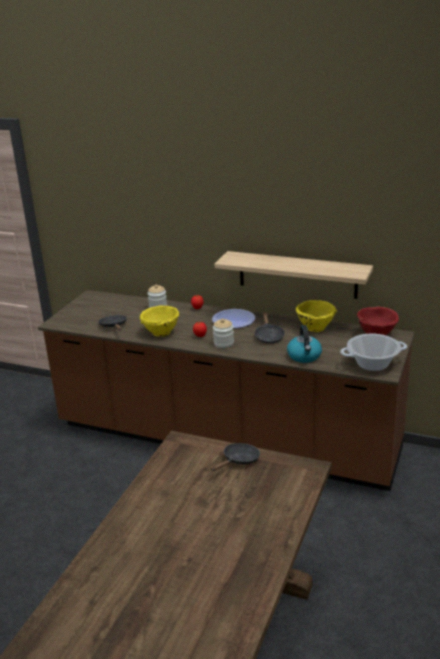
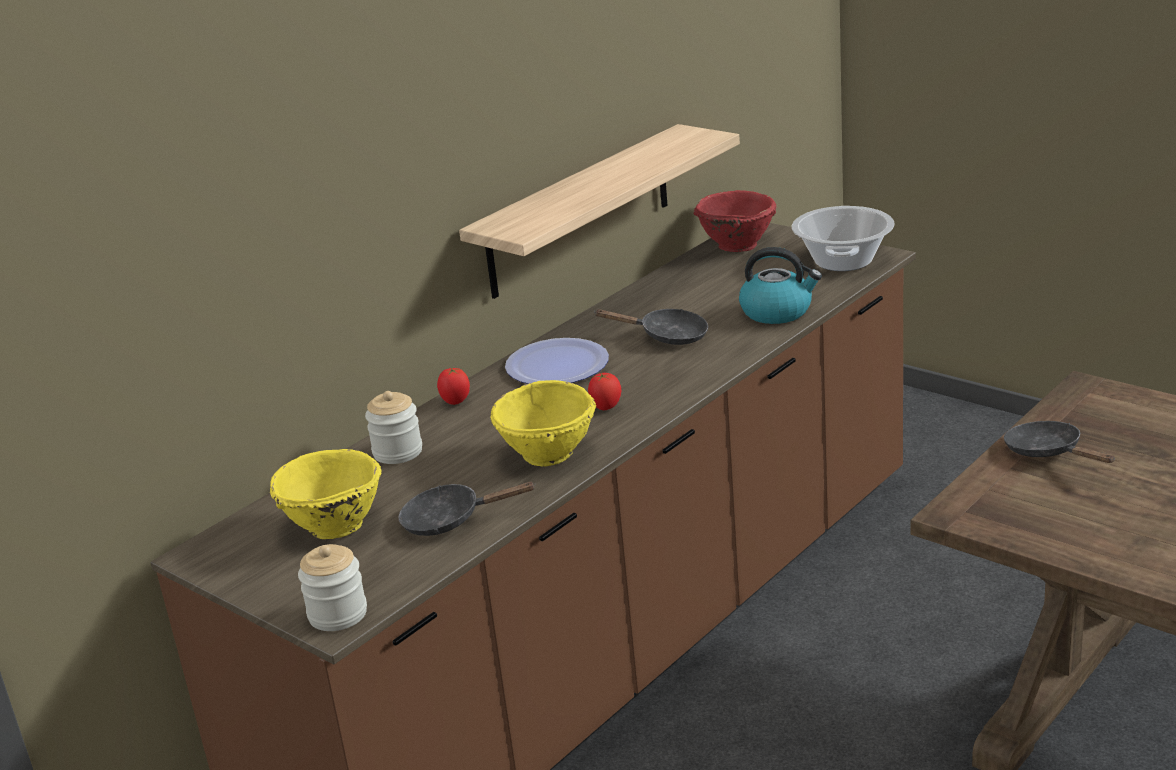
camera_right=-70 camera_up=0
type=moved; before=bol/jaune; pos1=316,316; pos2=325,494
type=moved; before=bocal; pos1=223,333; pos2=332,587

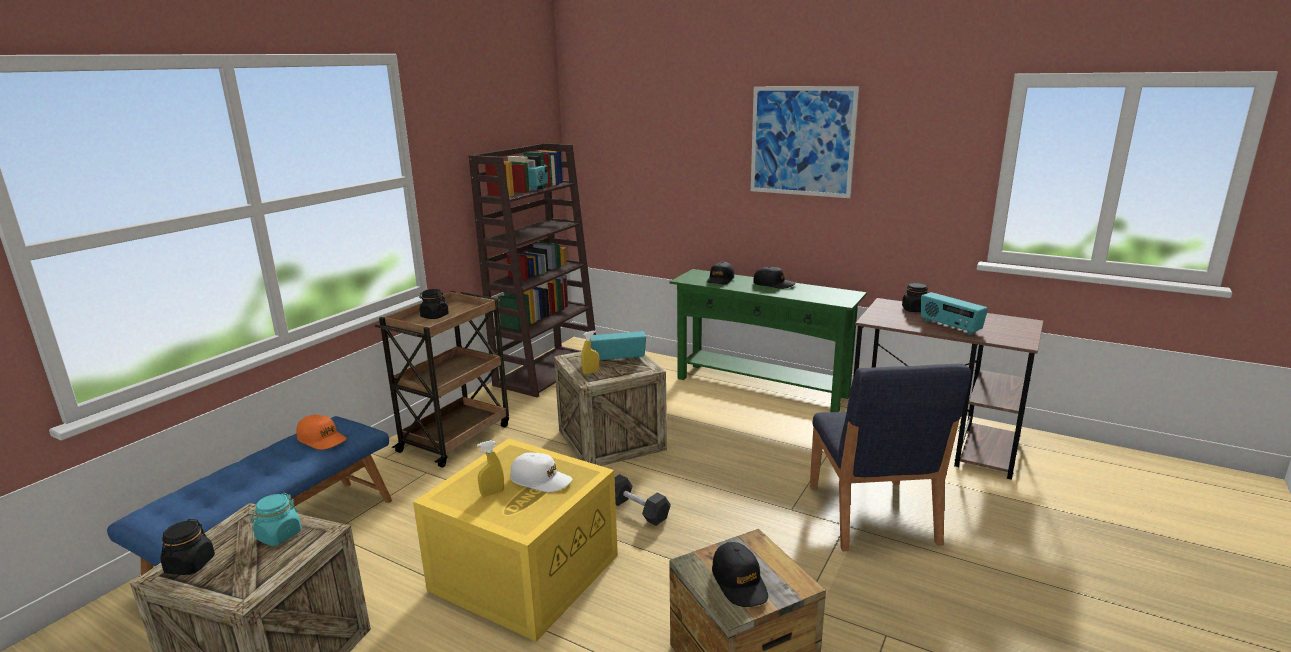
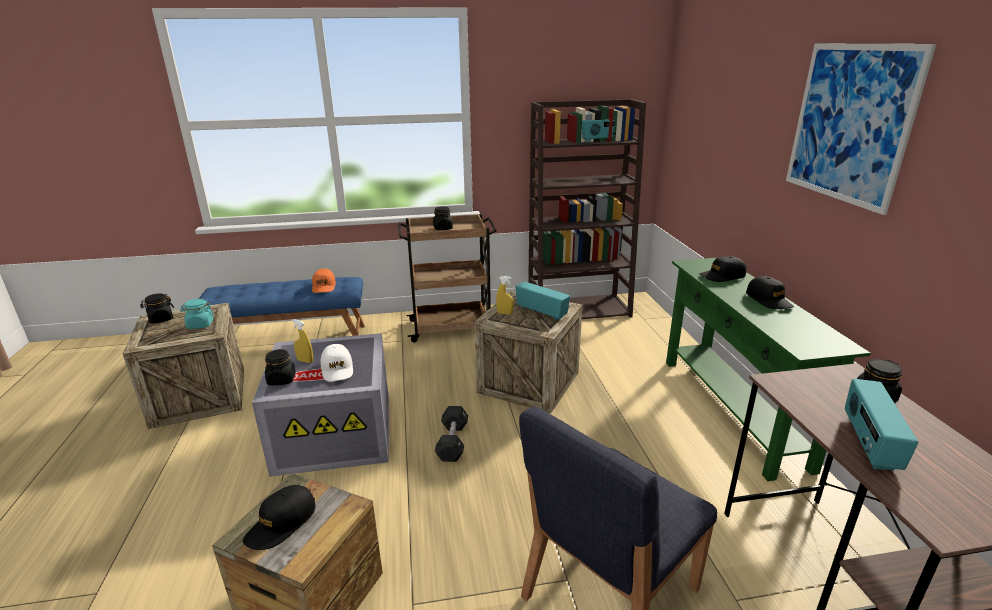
camera_right=50 camera_up=5
type=recoloured; before=boîte de rangement/jaune; after=boîte de rangement/gris; pos1=515,540; pos2=320,405
type=added; after=bocal/noir; pos2=280,367

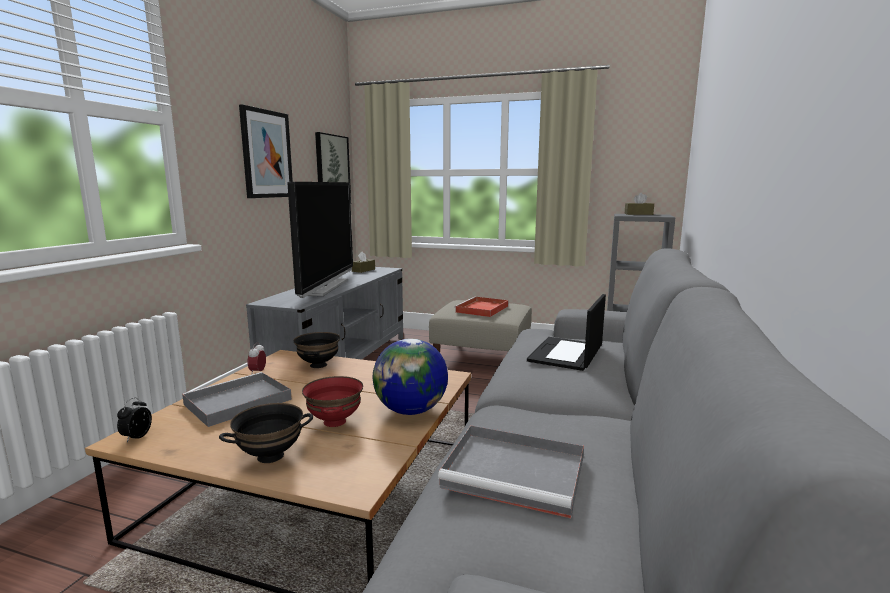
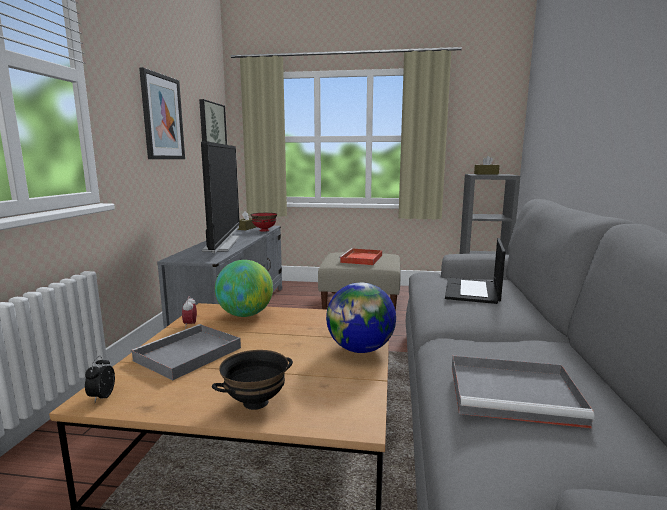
camera_right=-10 camera_up=0
type=replaced; before=bol/noir; after=globe; pos1=316,350; pos2=244,288
type=moved; before=bol/rouge; pos1=332,401; pos2=263,222

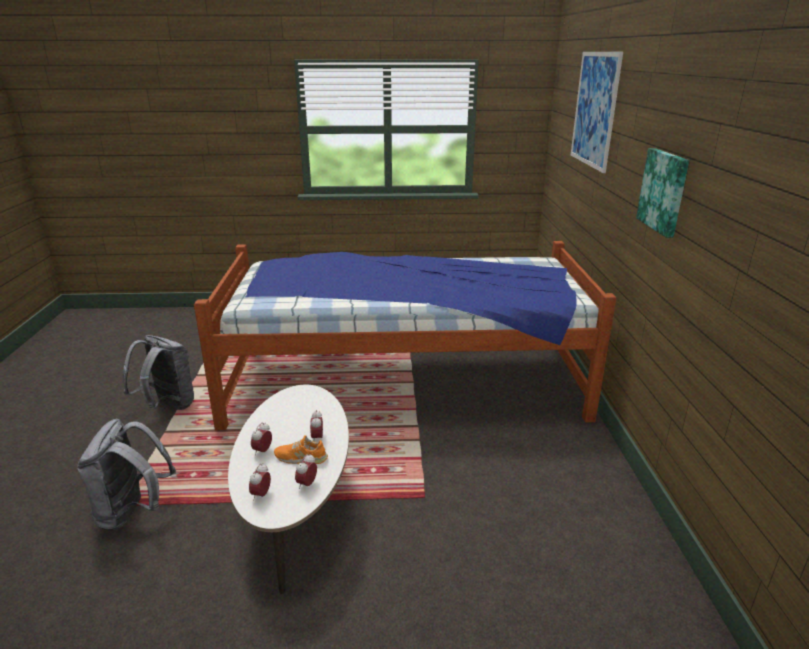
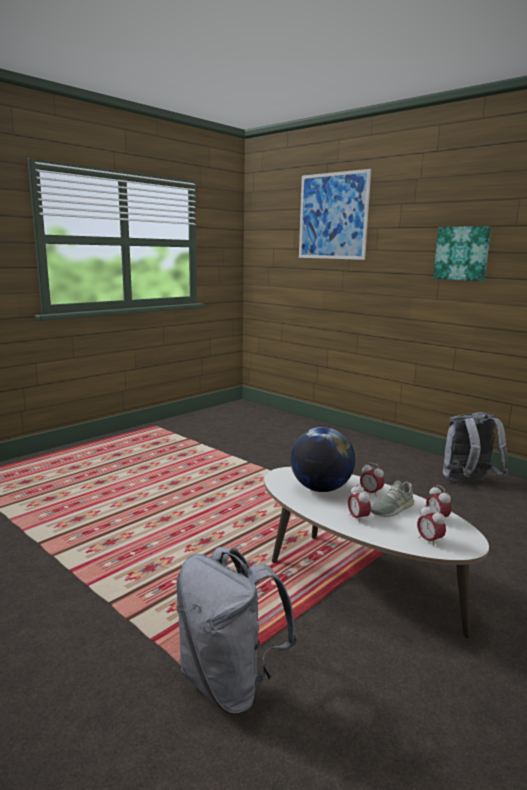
camera_right=-45 camera_up=-10
type=added; after=globe; pos2=322,459
type=recoloured; before=chaussure/orange; after=chaussure/gris; pos1=301,449; pos2=392,499
type=moved; before=sac à dos/gris; pos1=158,372; pos2=476,447
type=removed; before=lit; pos1=405,335

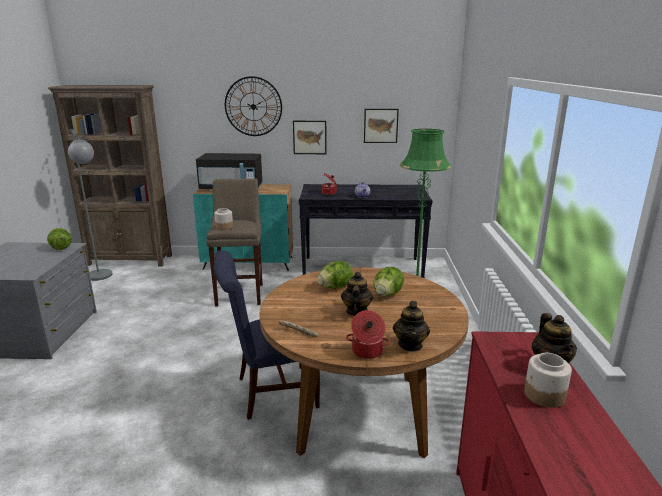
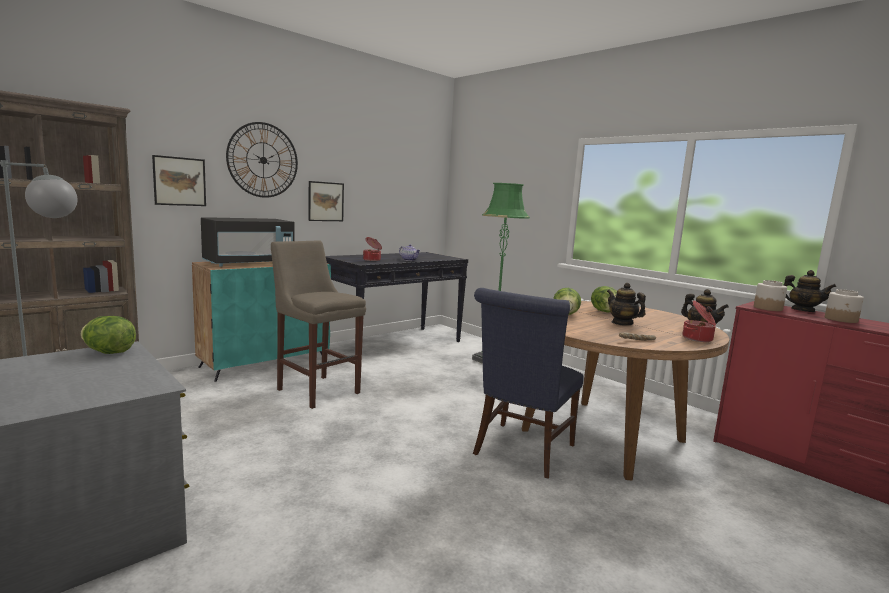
camera_right=-45 camera_up=-10
type=moved; before=tableau; pos1=381,126; pos2=179,180
type=moved; before=bocal; pos1=223,219; pos2=770,295

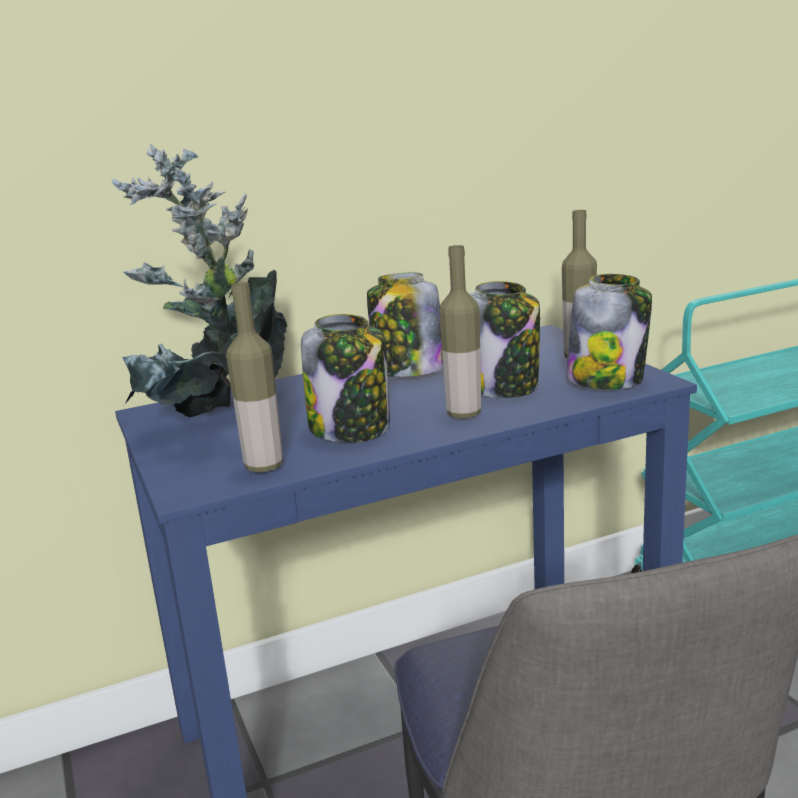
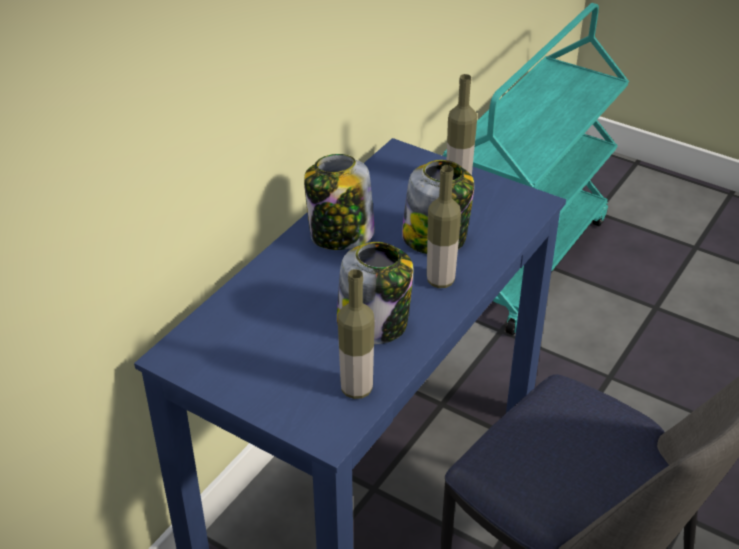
camera_right=-35 camera_up=20
type=removed; before=plante en pot; pos1=199,281
type=removed; before=bocal; pos1=609,332

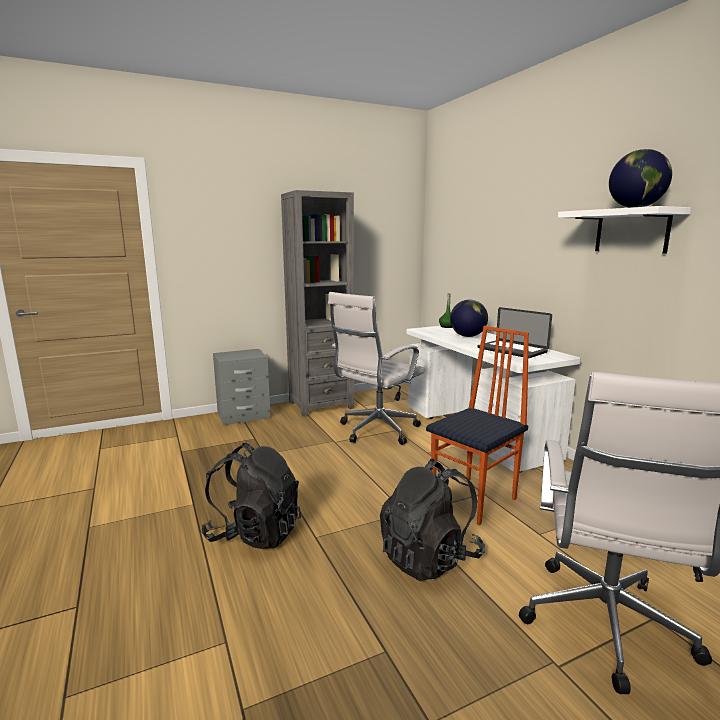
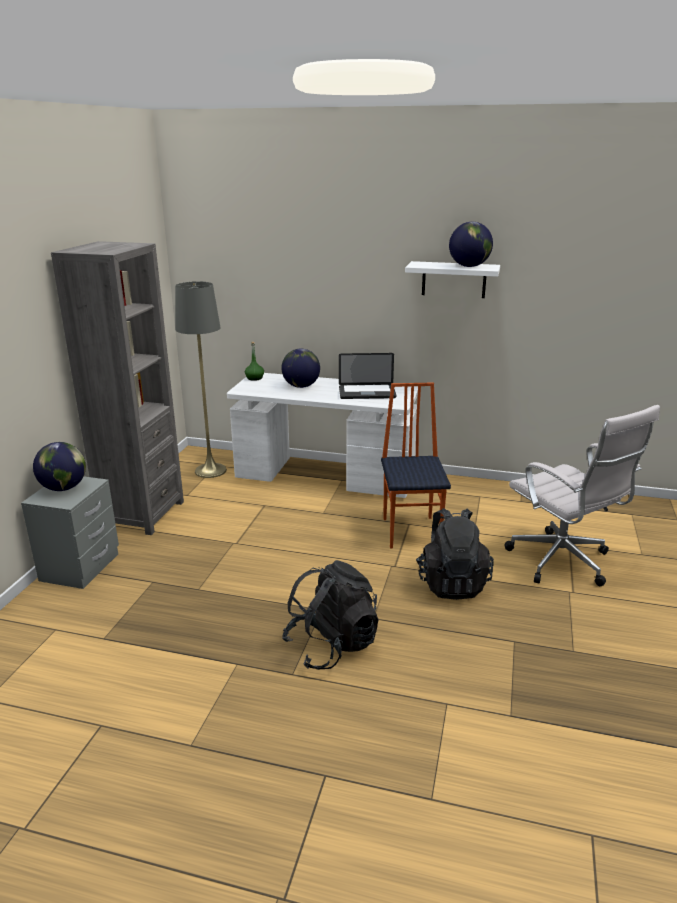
camera_right=-50 camera_up=10
type=added; after=globe; pos2=59,466
type=added; after=lampadaire/gris; pos2=201,379
type=removed; before=chaise de bureau/blanc; pos1=376,368

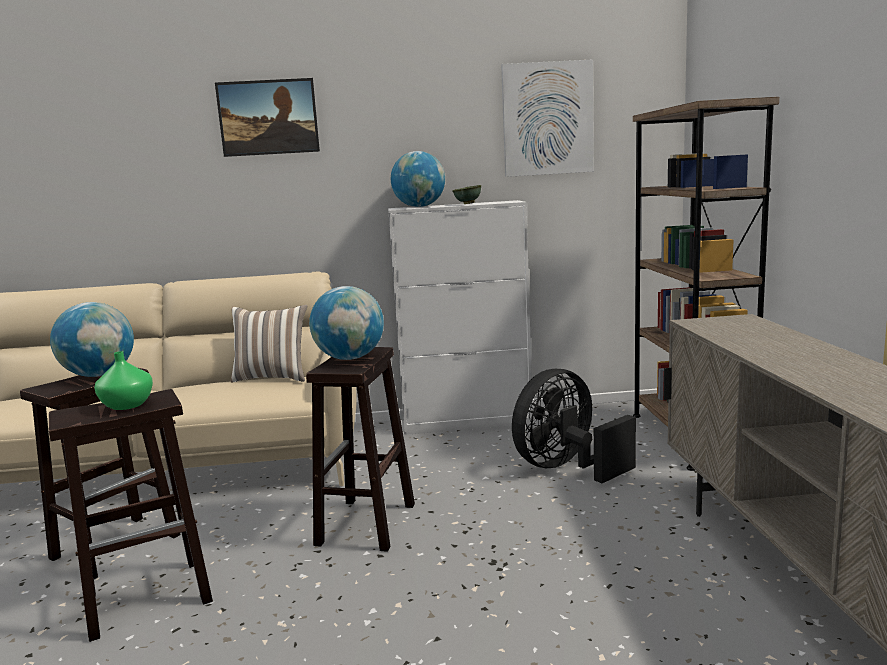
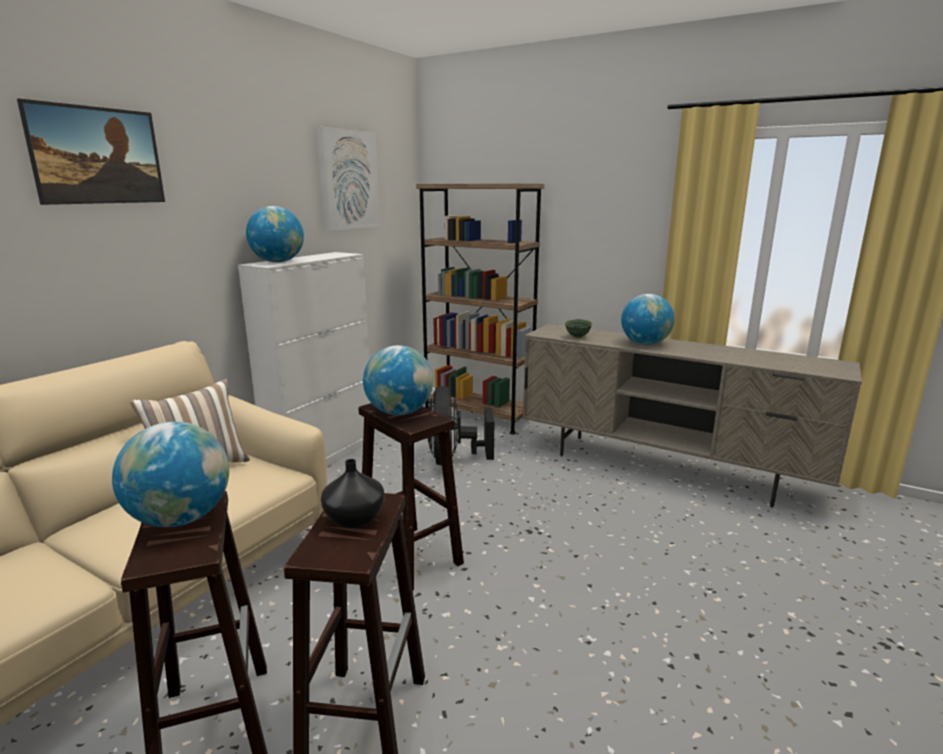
camera_right=-55 camera_up=5
type=recoloured; before=vase/vert; after=vase/noir; pos1=123,380; pos2=353,494
type=moved; before=bol/vert; pos1=467,194; pos2=578,328
type=added; after=globe; pos2=647,319

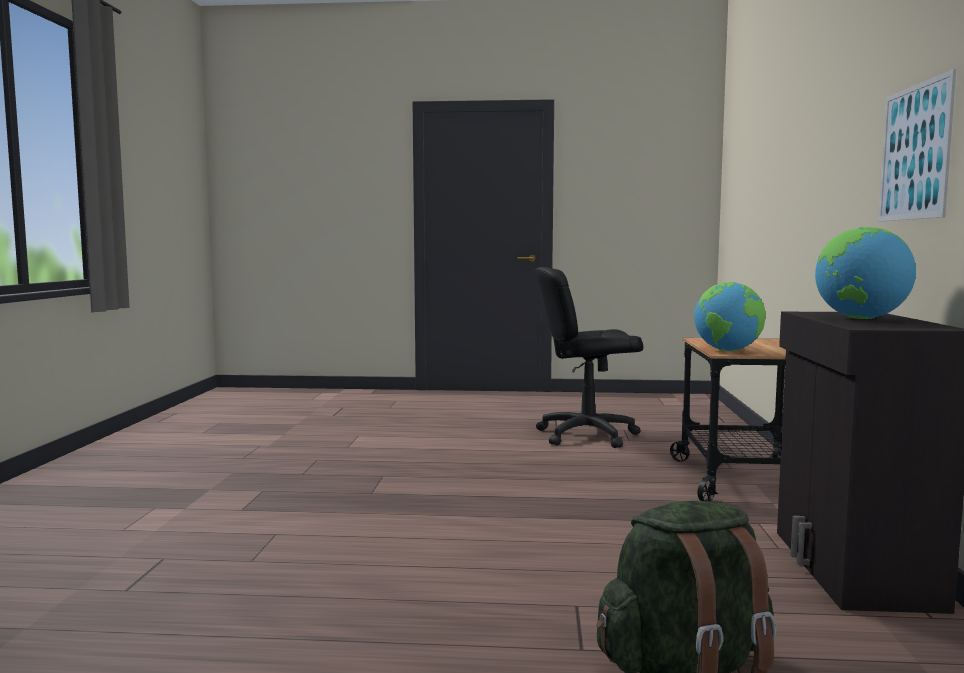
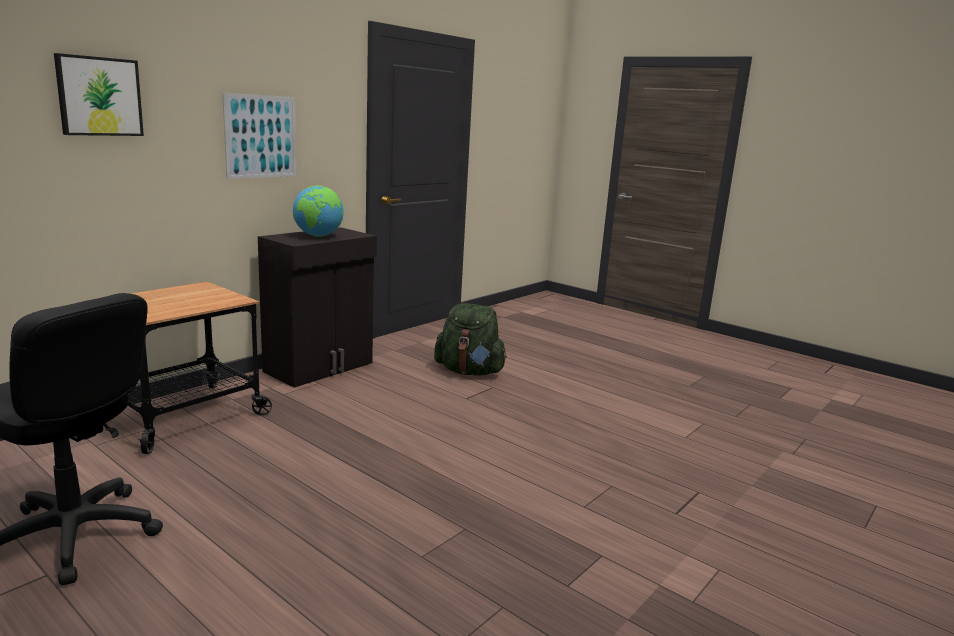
camera_right=-145 camera_up=10
type=added; after=tableau; pos2=99,94
type=removed; before=globe; pos1=730,316

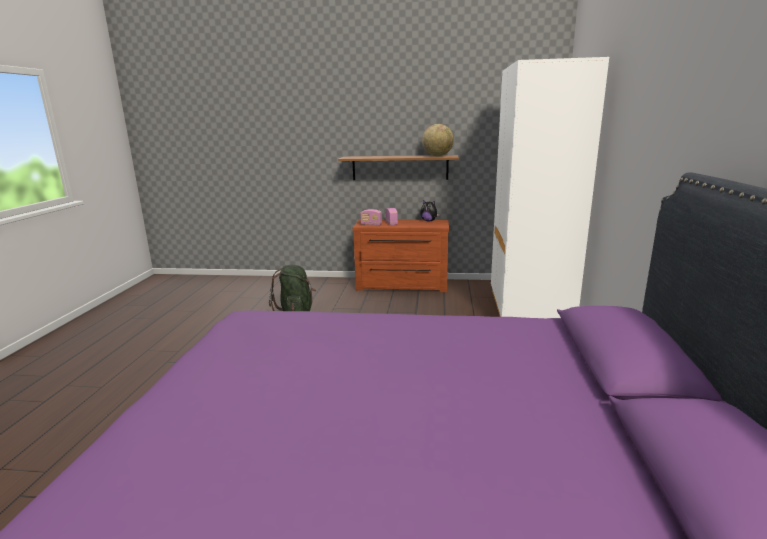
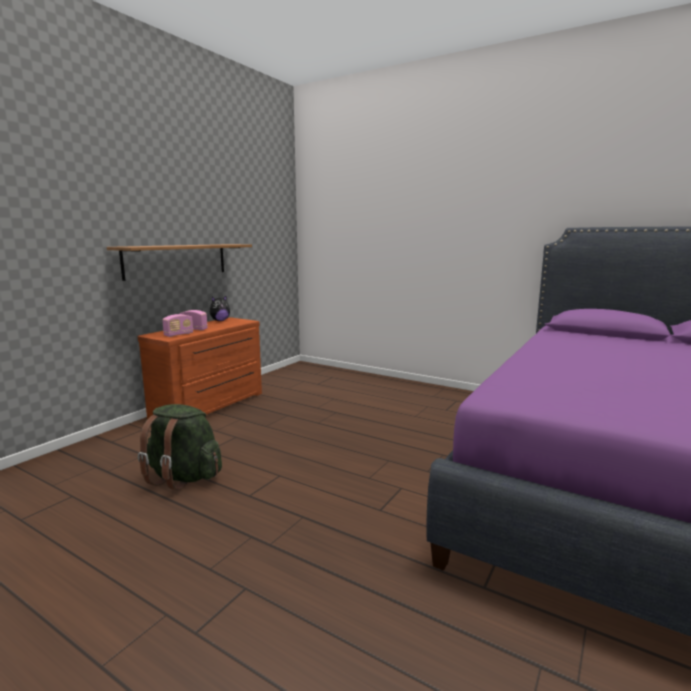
camera_right=-65 camera_up=-5
type=removed; before=globe; pos1=438,140
type=removed; before=armoire/blanc; pos1=550,187

